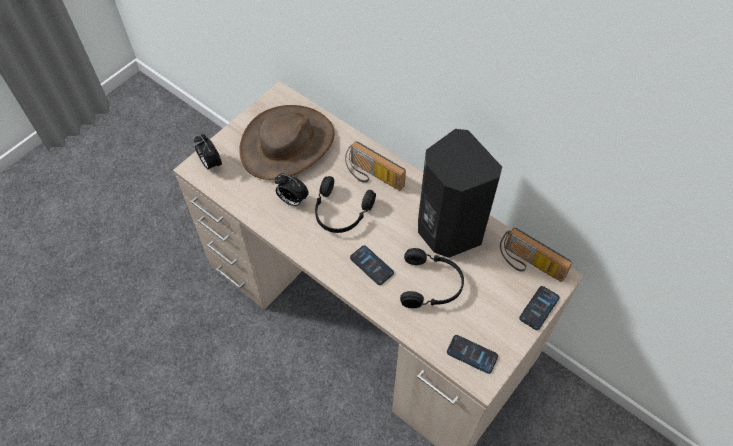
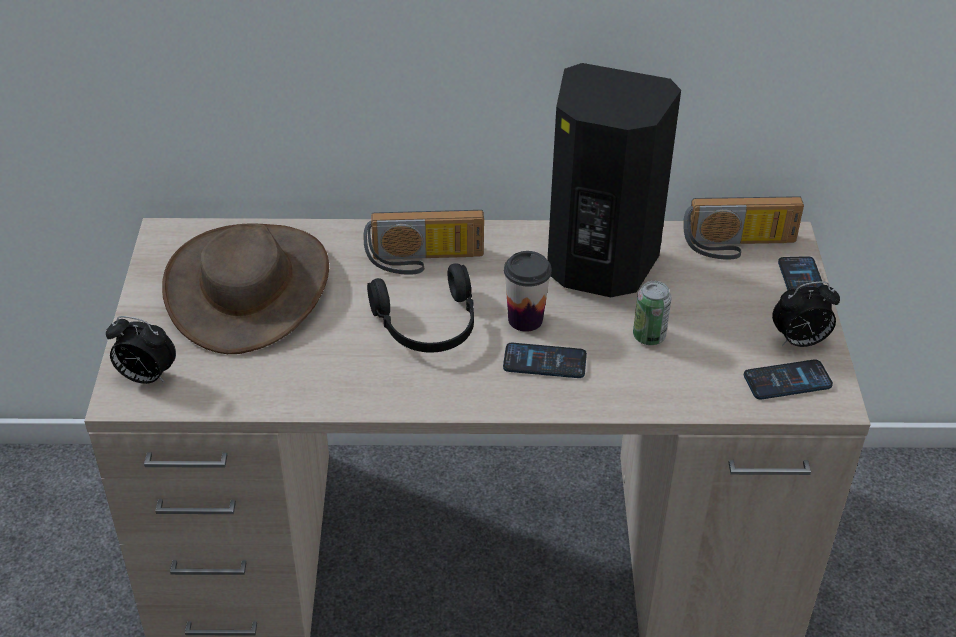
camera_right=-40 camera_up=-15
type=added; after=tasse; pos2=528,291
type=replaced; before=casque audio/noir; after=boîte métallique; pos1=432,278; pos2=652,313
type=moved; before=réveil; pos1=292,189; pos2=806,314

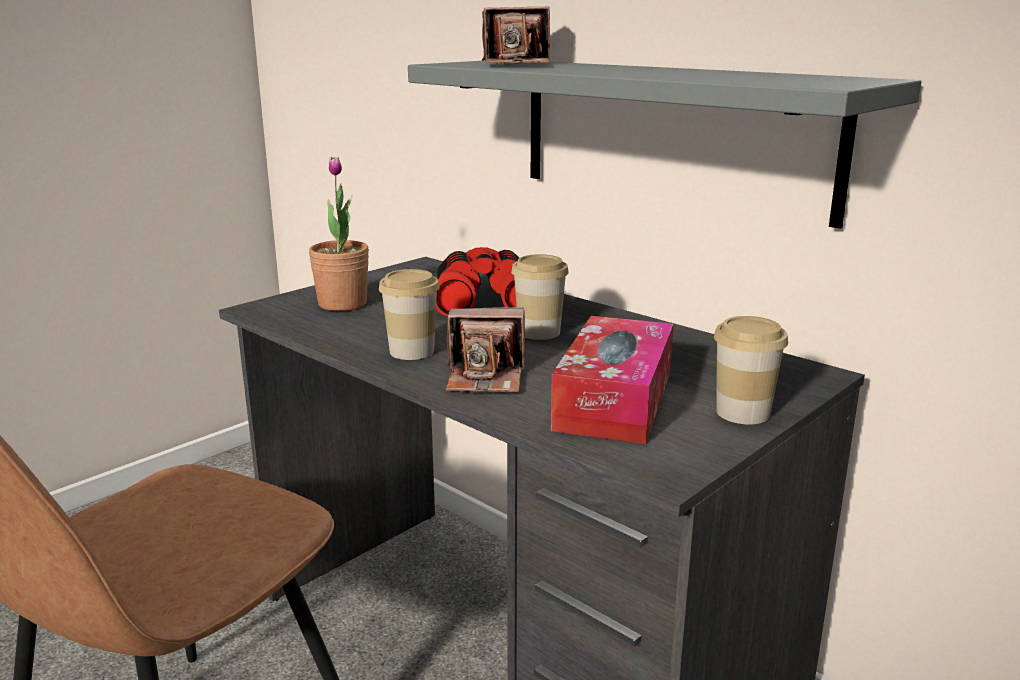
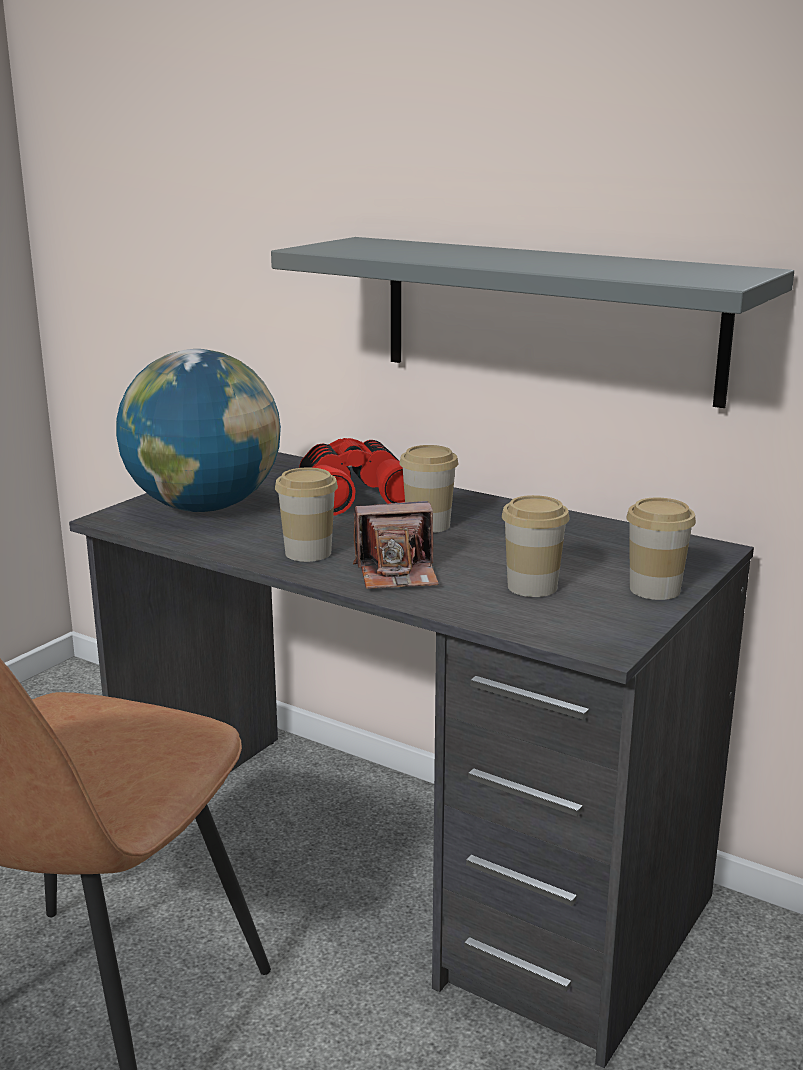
camera_right=-10 camera_up=0
type=replaced; before=plante en pot; after=globe; pos1=339,234; pos2=198,430
type=replaced; before=boîte à mouchoirs; after=tasse; pos1=612,380; pos2=536,546
type=removed; before=appareil photo; pos1=516,36

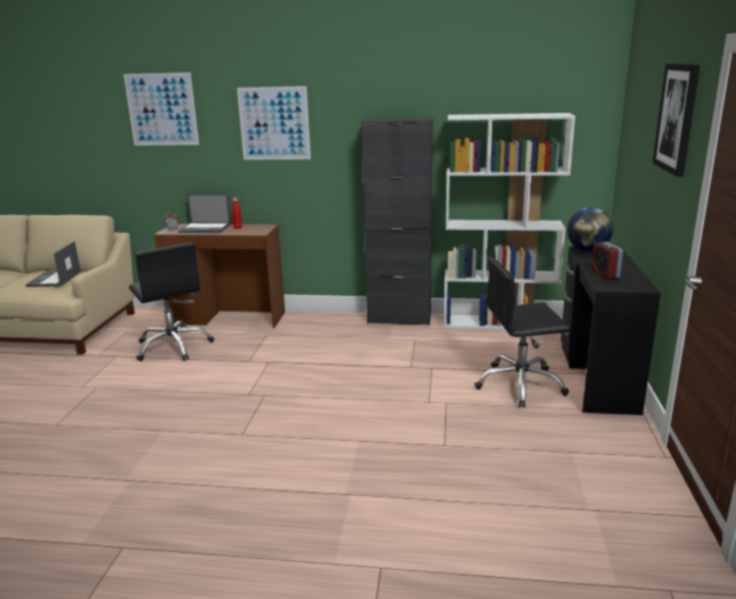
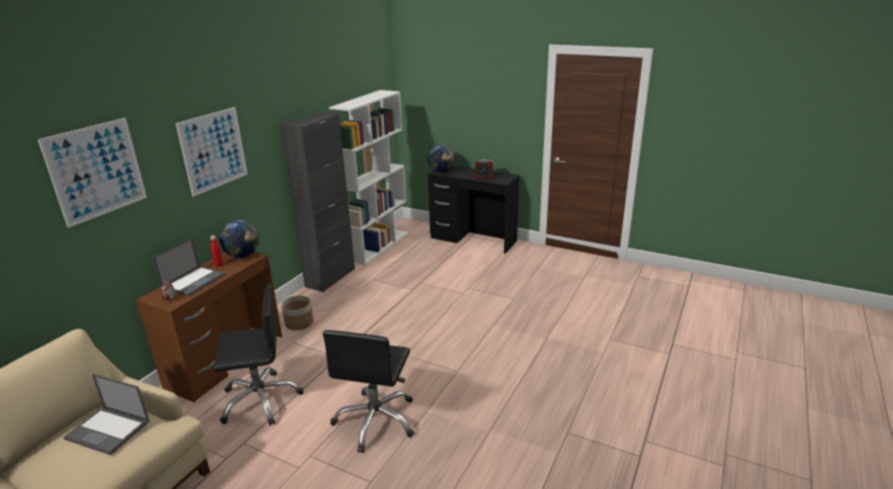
camera_right=-70 camera_up=5
type=added; after=globe; pos2=239,239
type=added; after=cache-pot; pos2=298,312
type=moved; before=chaise de bureau/noir; pos1=522,332; pos2=368,391
type=removed; before=tableau; pos1=676,120

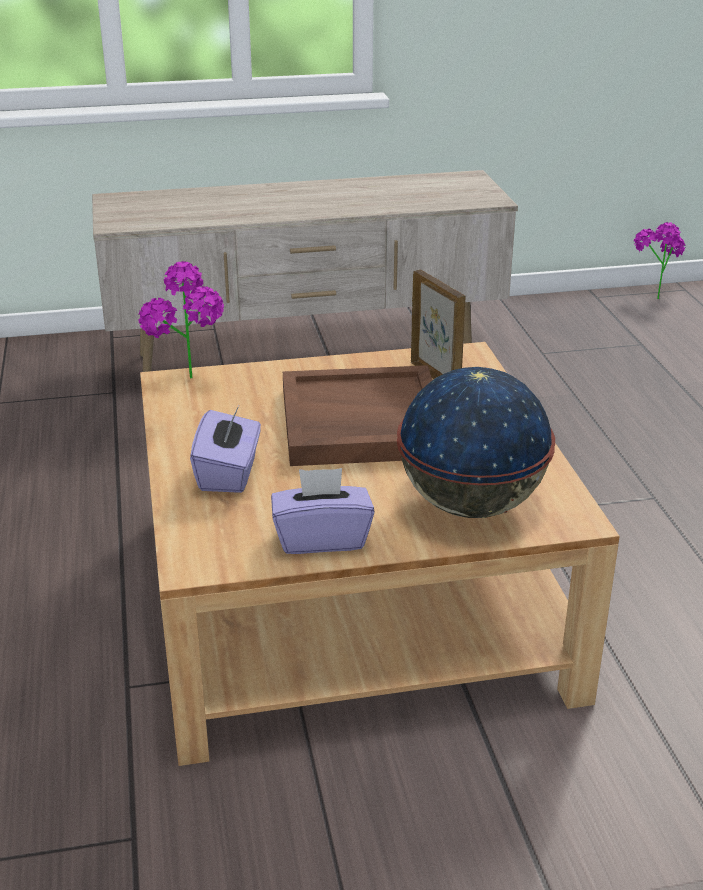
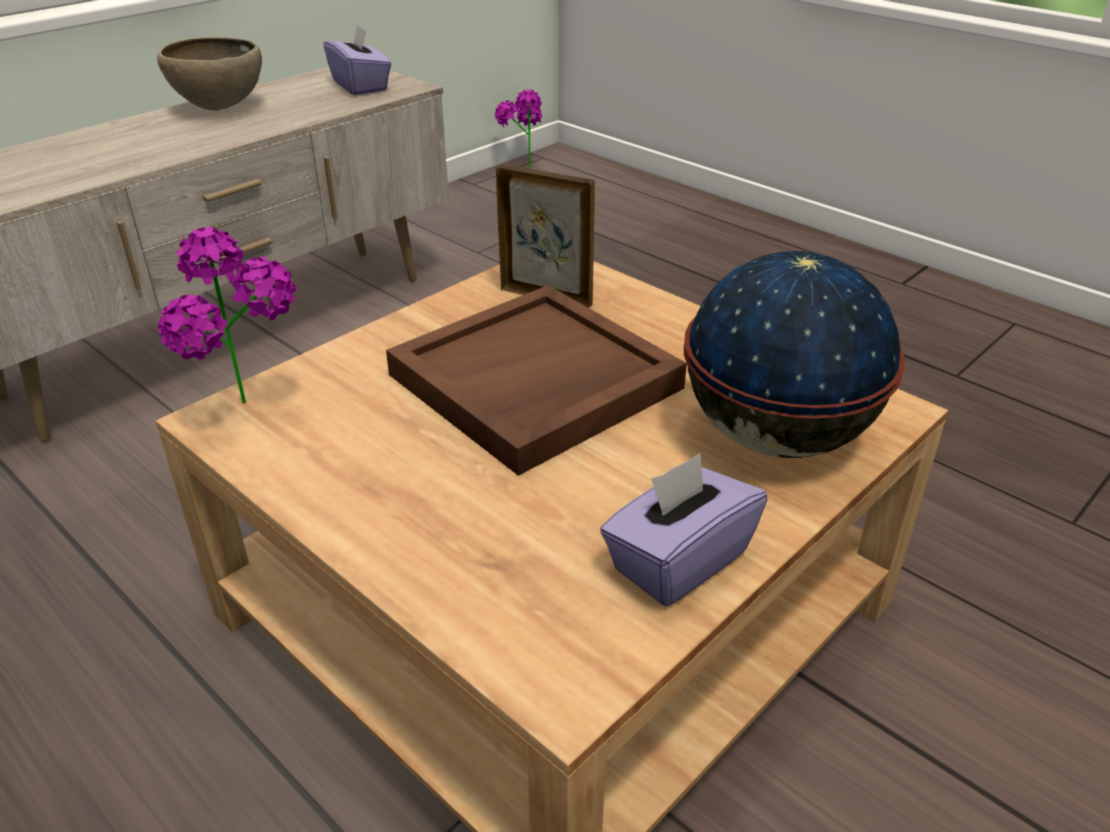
camera_right=-35 camera_up=5
type=added; after=bol/marron; pos2=209,73
type=moved; before=boîte à mouchoirs/violet; pos1=225,448; pos2=357,60

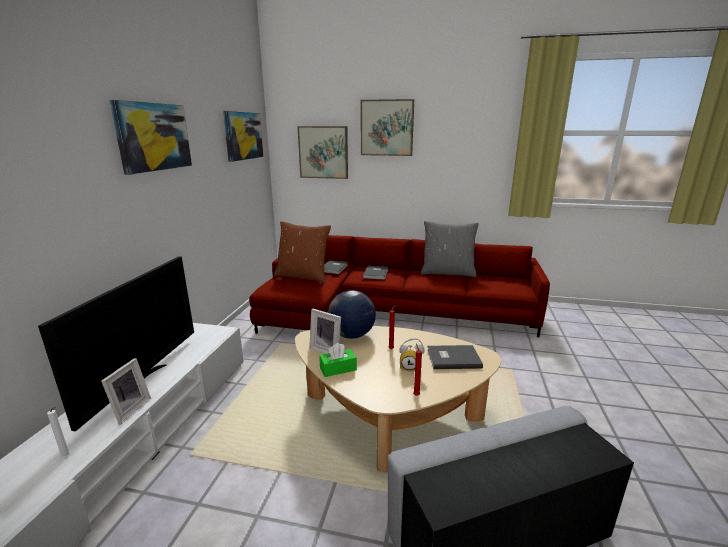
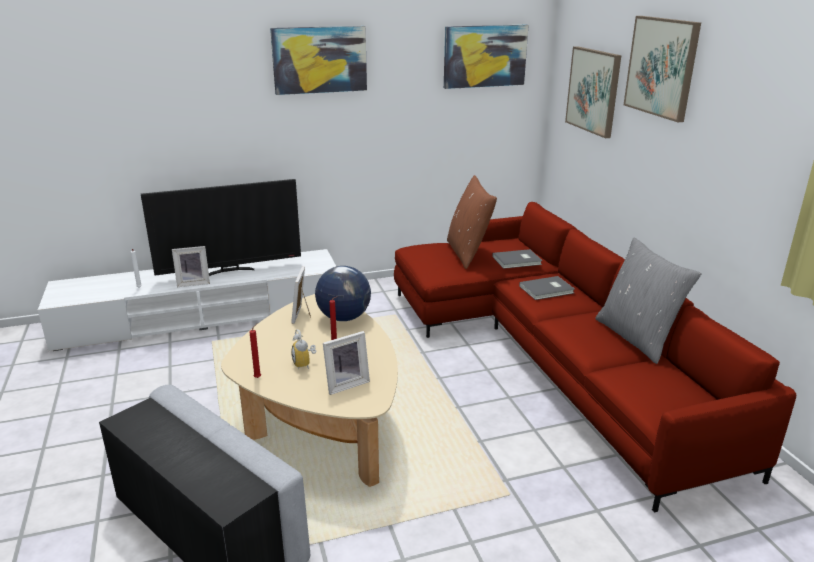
camera_right=60 camera_up=5
type=replaced; before=livre/gris; after=cadre photo; pos1=455,357; pos2=346,363
type=removed; before=boîte à mouchoirs/vert; pos1=338,360

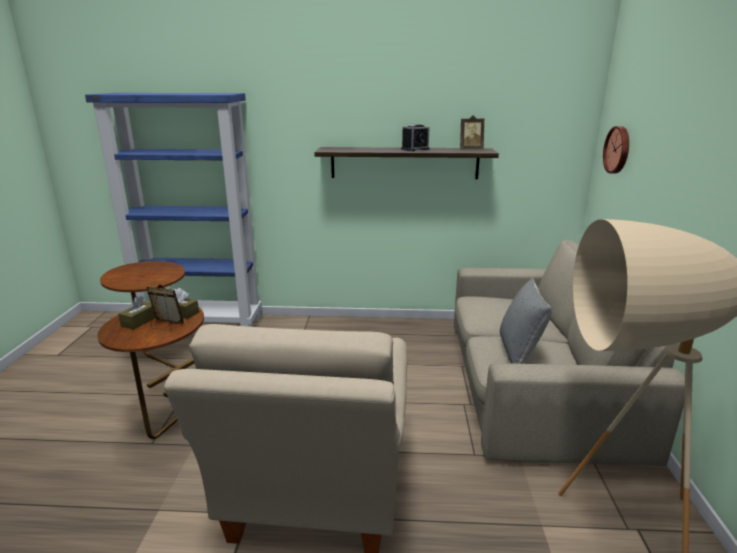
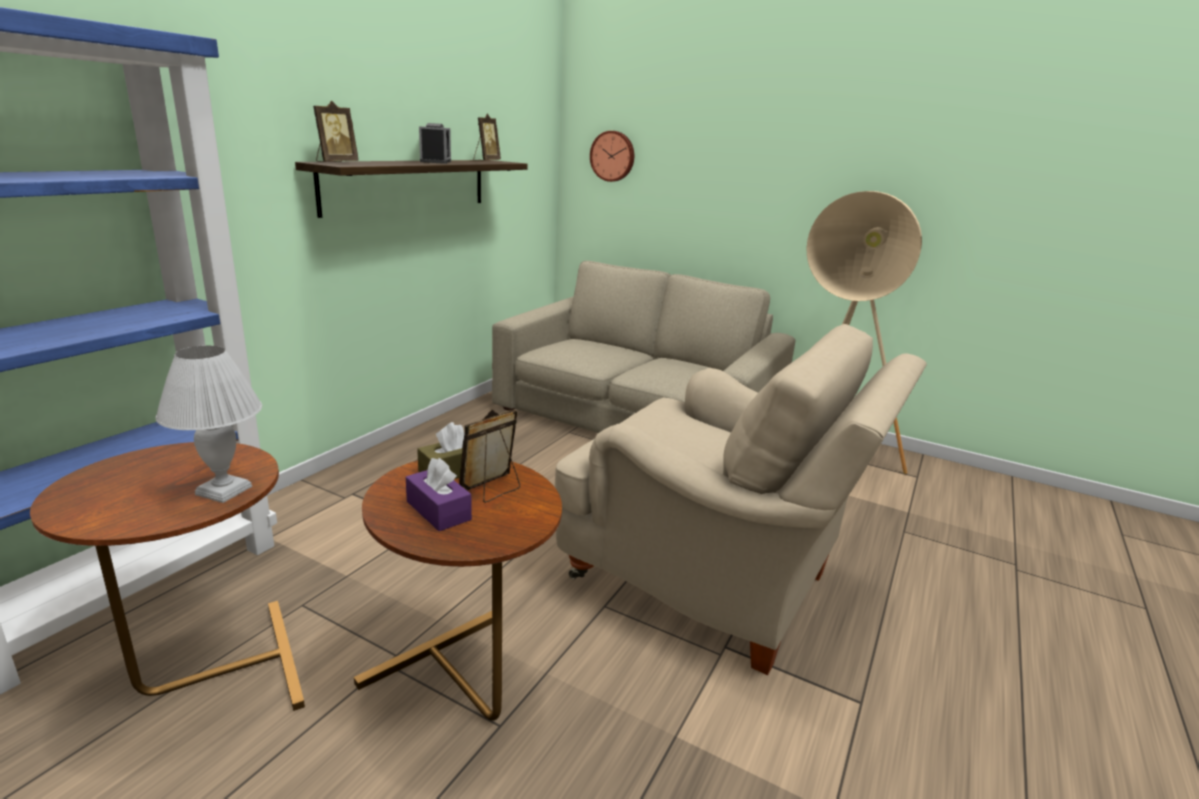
camera_right=-65 camera_up=0
type=added; after=lampe de table/blanc; pos2=209,424
type=added; after=cadre photo; pos2=336,131
type=recoloured; before=boîte à mouchoirs/marron; after=boîte à mouchoirs/violet; pos1=137,313; pos2=439,494
type=removed; before=coussin/gris; pos1=526,321

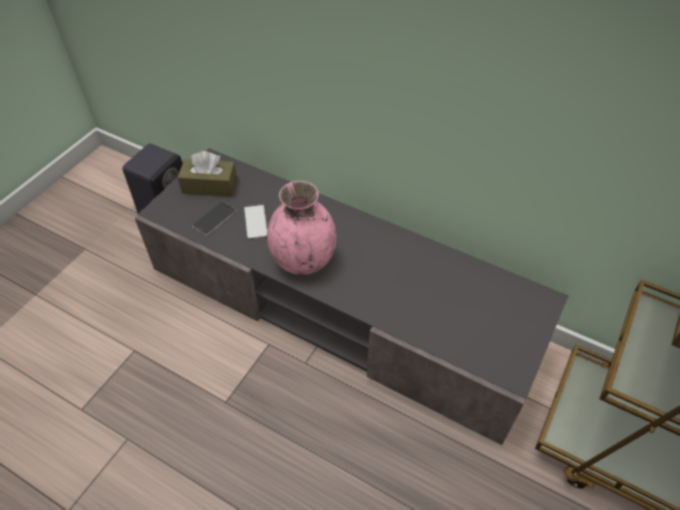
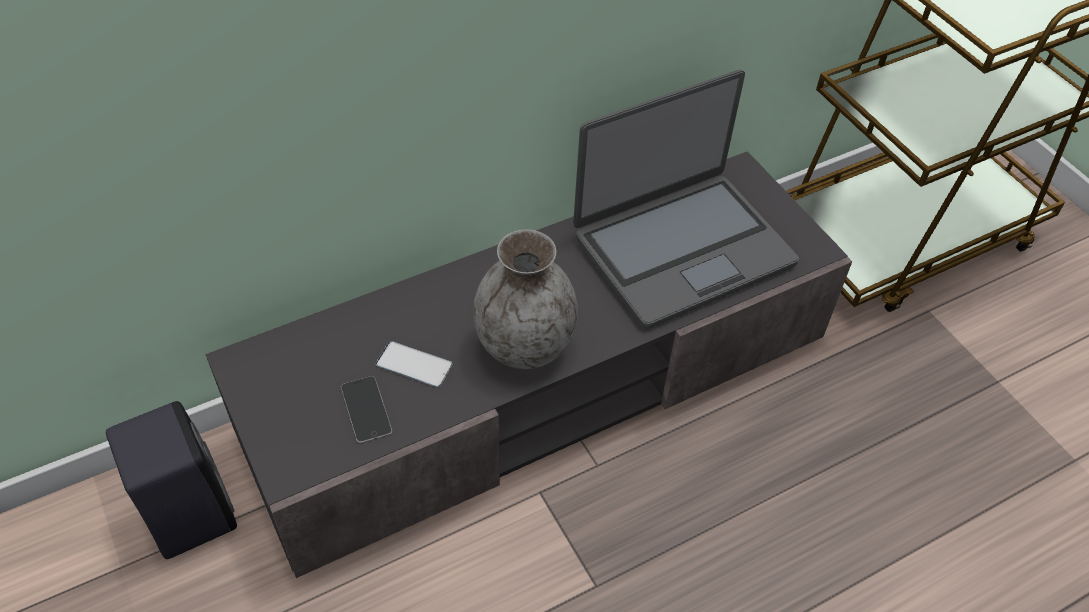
camera_right=-60 camera_up=0
type=recoloured; before=vase/rose; after=vase/gris; pos1=302,228; pos2=525,299
type=added; after=ordinateur portable; pos2=686,199
type=removed; before=boîte à mouchoirs/marron; pos1=207,174

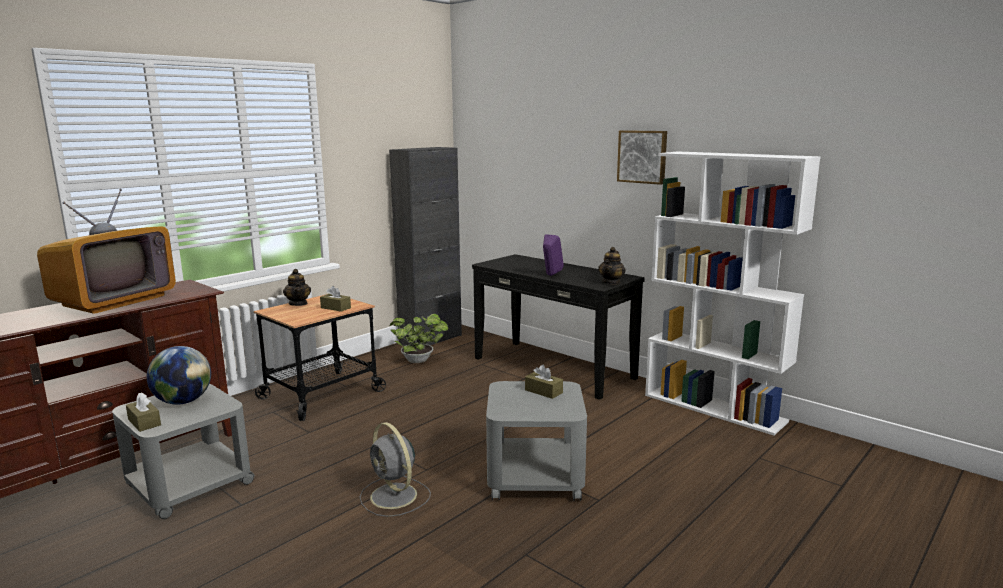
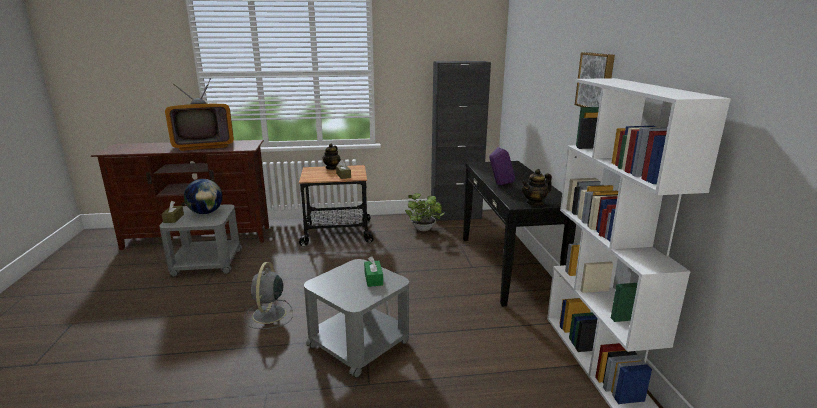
camera_right=40 camera_up=5
type=recoloured; before=boîte à mouchoirs/marron; after=boîte à mouchoirs/vert; pos1=544,382; pos2=373,271

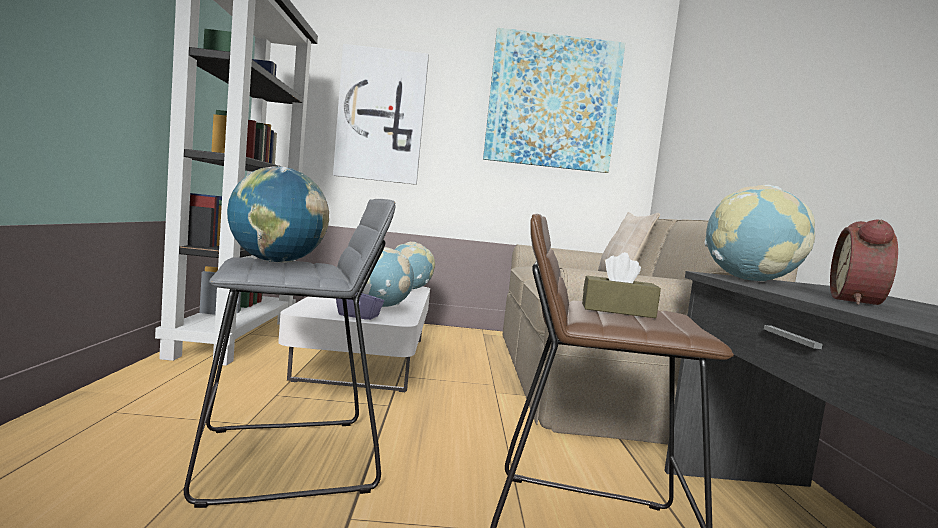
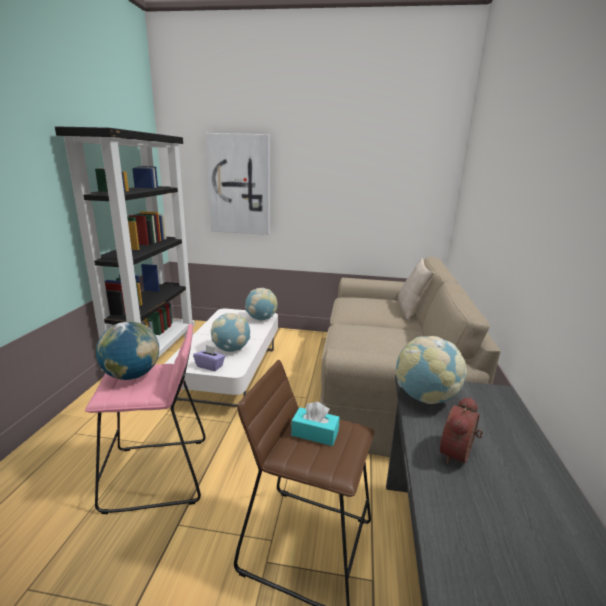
camera_right=10 camera_up=15
type=recoloured; before=tabouret/gris; after=tabouret/rose; pos1=290,353; pos2=145,418
type=recoloured; before=boîte à mouchoirs/marron; after=boîte à mouchoirs/turquoise; pos1=621,285; pos2=315,424
type=removed; before=tableau; pos1=554,100

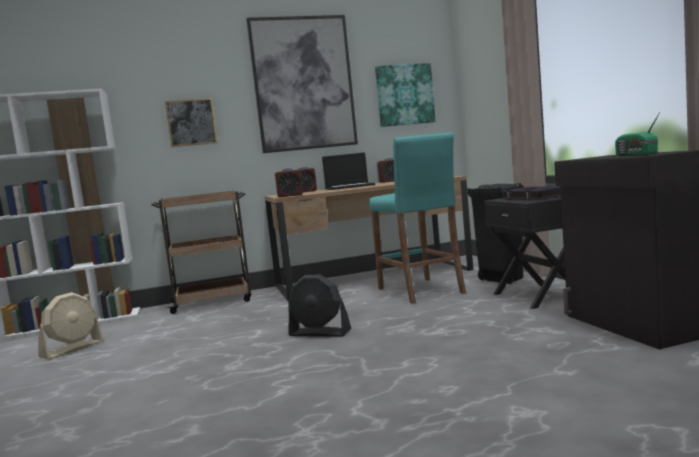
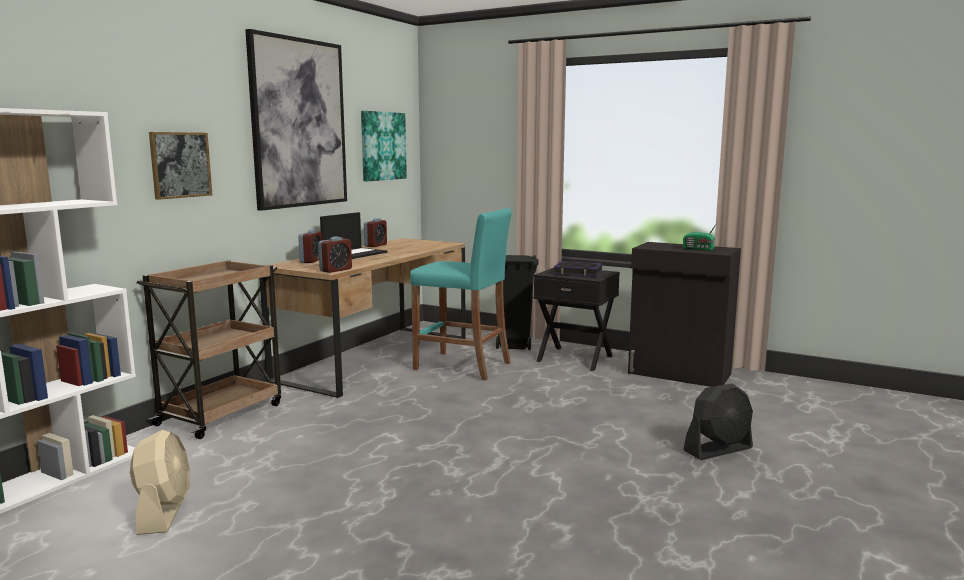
camera_right=-45 camera_up=5
type=moved; before=ventilateur/noir; pos1=319,306; pos2=718,421

